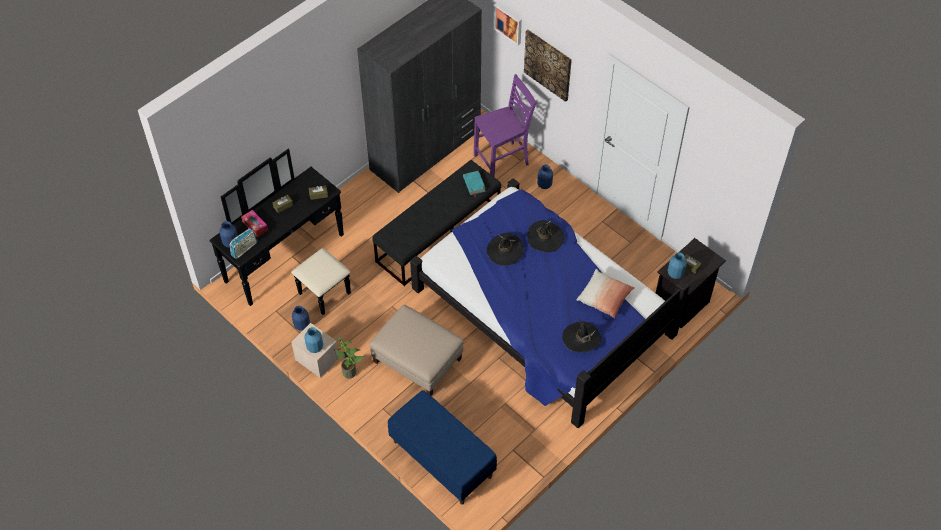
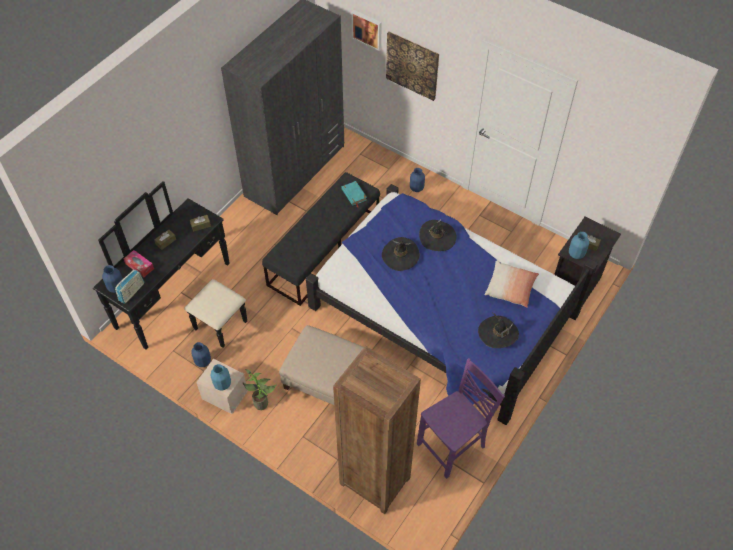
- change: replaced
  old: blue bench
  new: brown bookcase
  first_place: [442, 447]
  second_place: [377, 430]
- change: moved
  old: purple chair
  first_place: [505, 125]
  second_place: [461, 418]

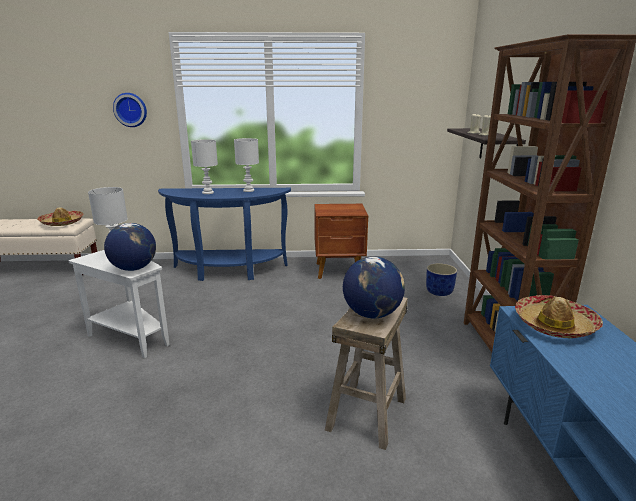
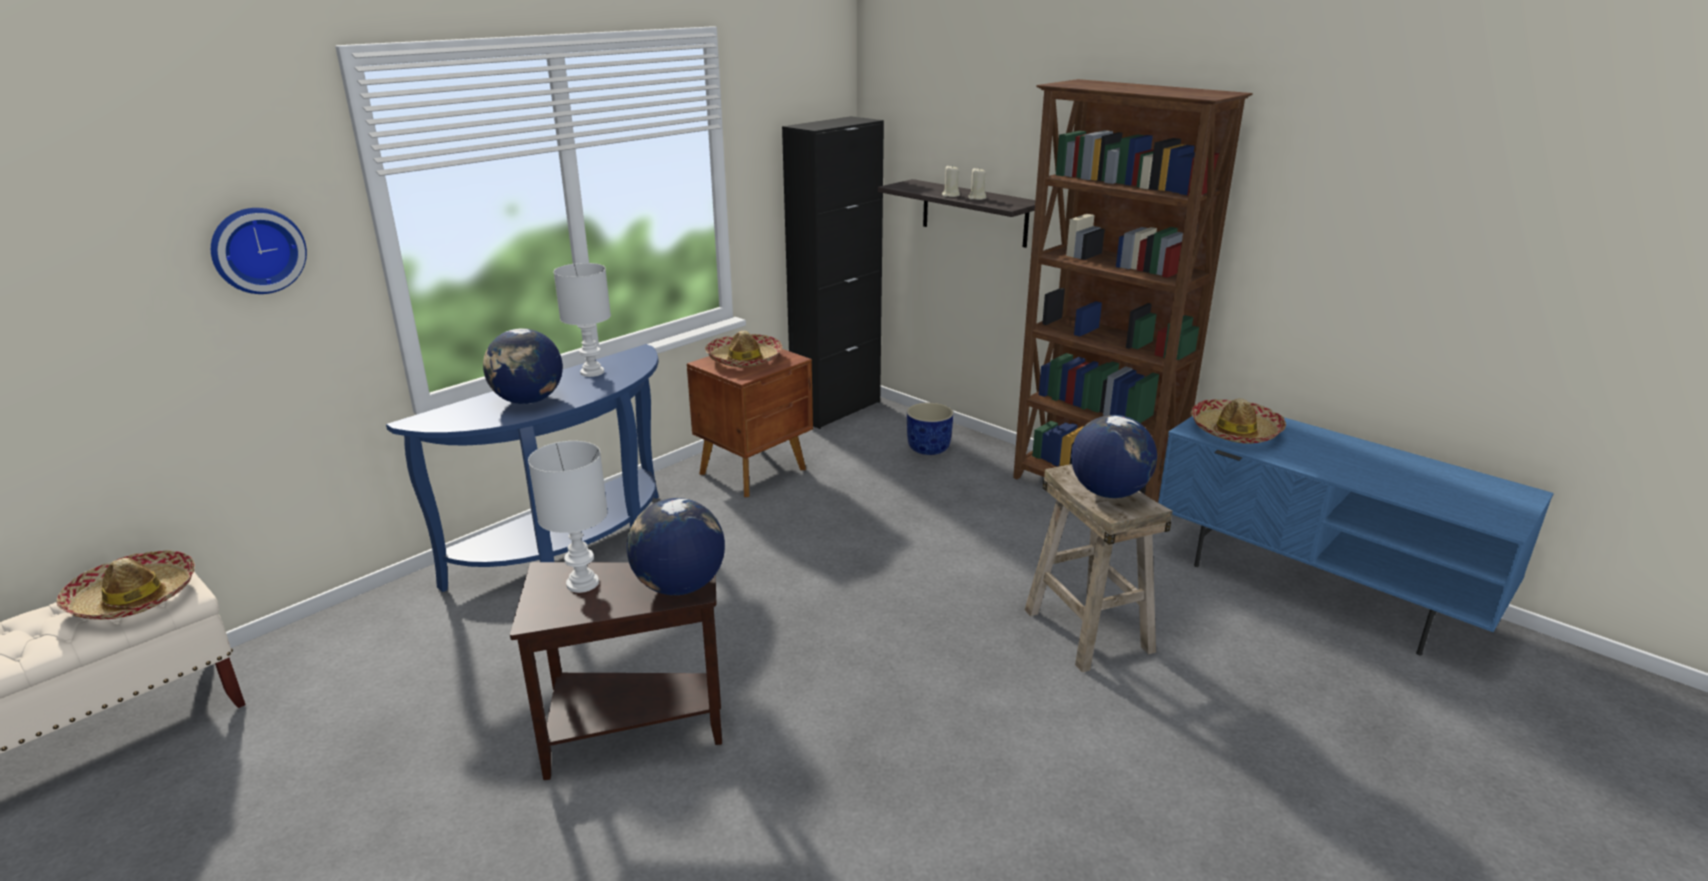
- change: recoloured
  old: white side table
  new: brown side table
  first_place: [119, 304]
  second_place: [616, 671]
- change: replaced
  old: white table lamp
  new: globe
  first_place: [204, 166]
  second_place: [523, 366]
- change: added
  new: hat
  second_place: [743, 349]
- change: added
  new: black cabinet
  second_place: [833, 272]

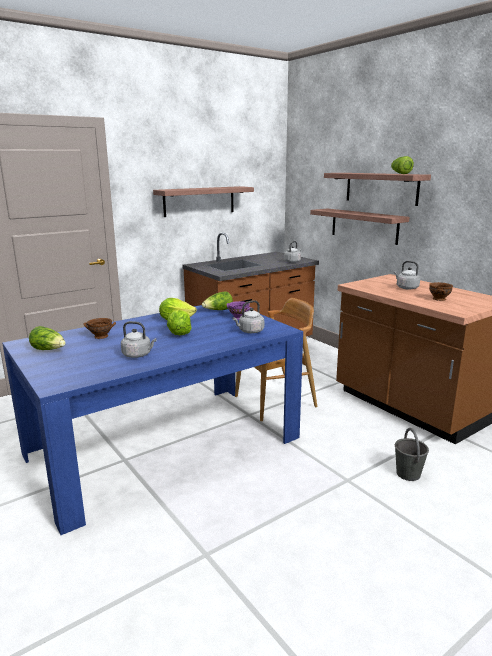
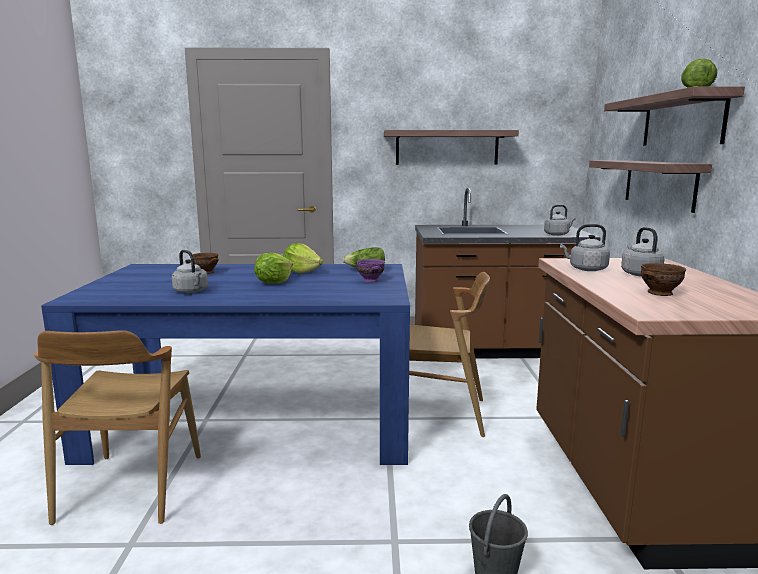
- change: removed
  old: lettuce
  first_place: [47, 338]
- change: moved
  old: grey kettle
  first_place: [248, 316]
  second_place: [585, 247]
- change: added
  new: brown chair
  second_place: [117, 427]

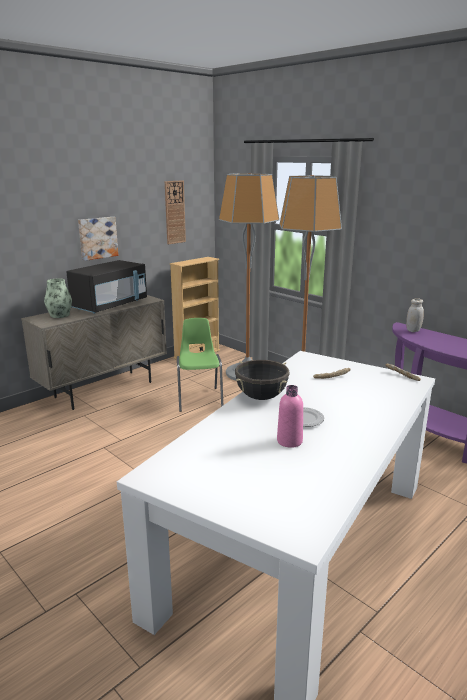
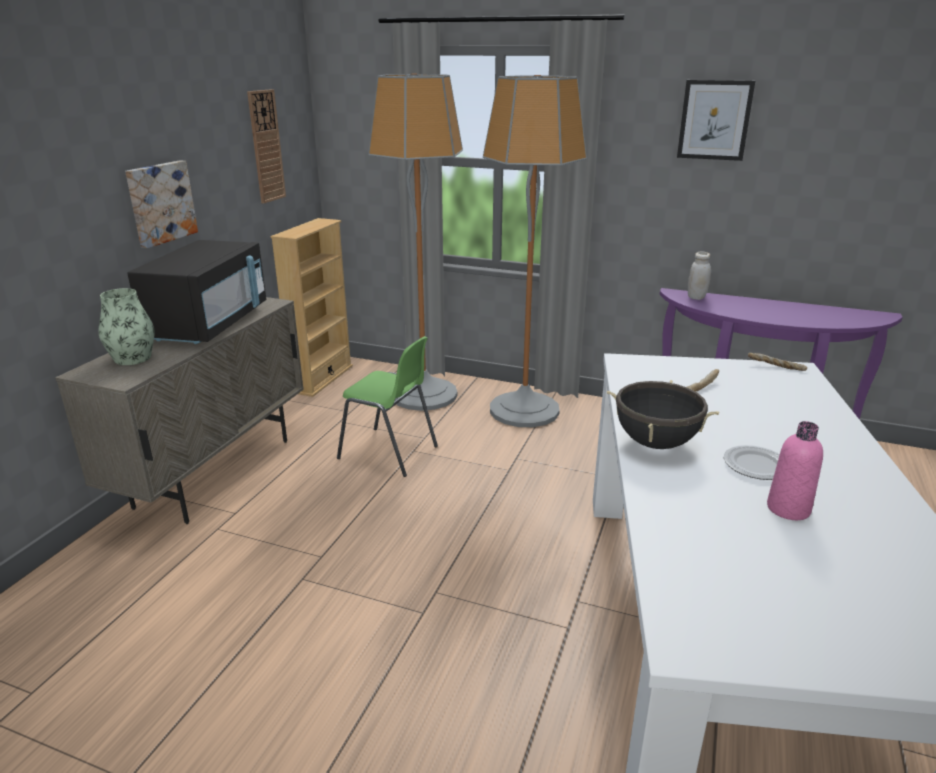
- change: turned
  old: green chair
  first_place: [200, 365]
  second_place: [387, 406]
  degrees: 150
- change: added
  new: picture
  second_place: [716, 120]

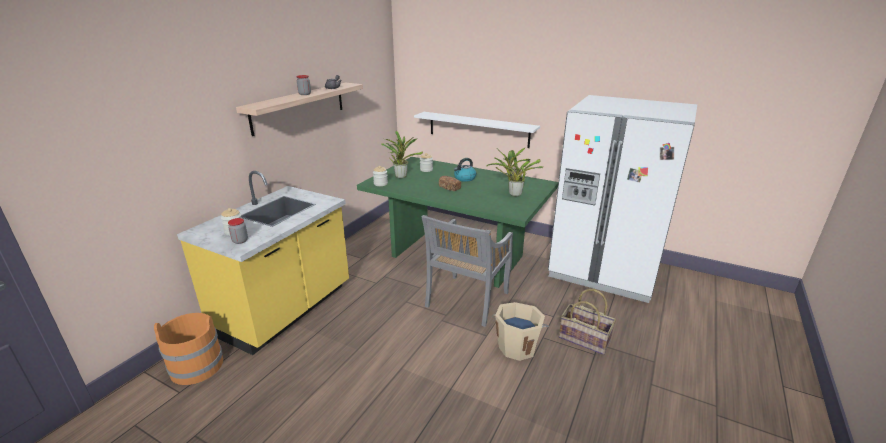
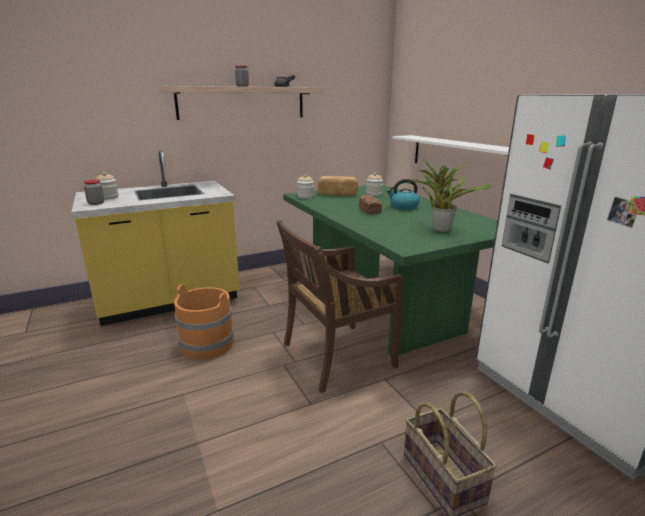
- change: moved
  old: orange bucket
  first_place: [188, 349]
  second_place: [204, 322]
- change: replaced
  old: potted plant
  new: bread
  first_place: [402, 154]
  second_place: [337, 186]
- change: recoloured
  old: grey chair
  new: brown chair
  first_place: [467, 271]
  second_place: [339, 306]
- change: removed
  old: beige bucket
  first_place: [520, 331]

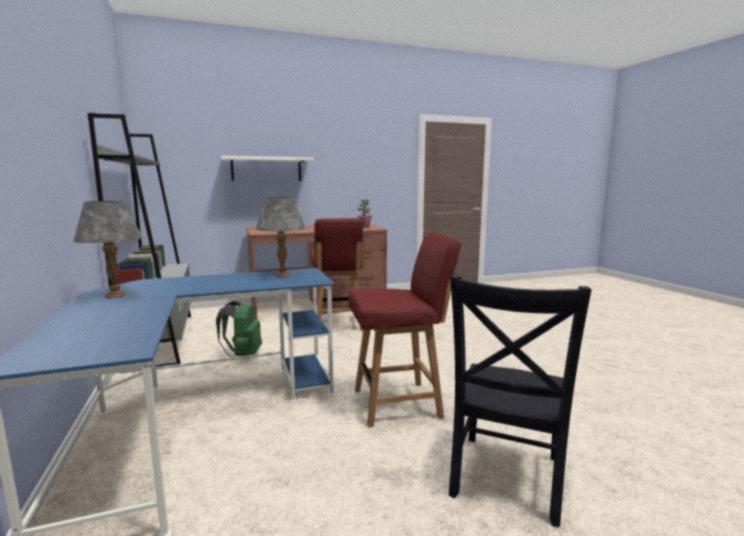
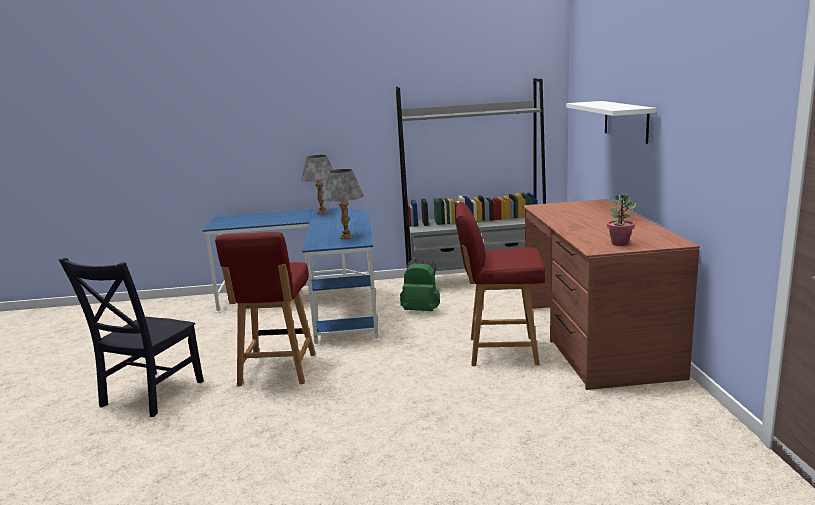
- change: turned
  old: black chair
  first_place: [520, 401]
  second_place: [131, 337]
  degrees: -105

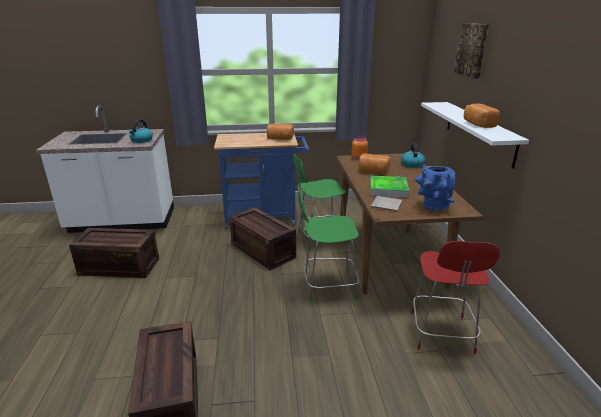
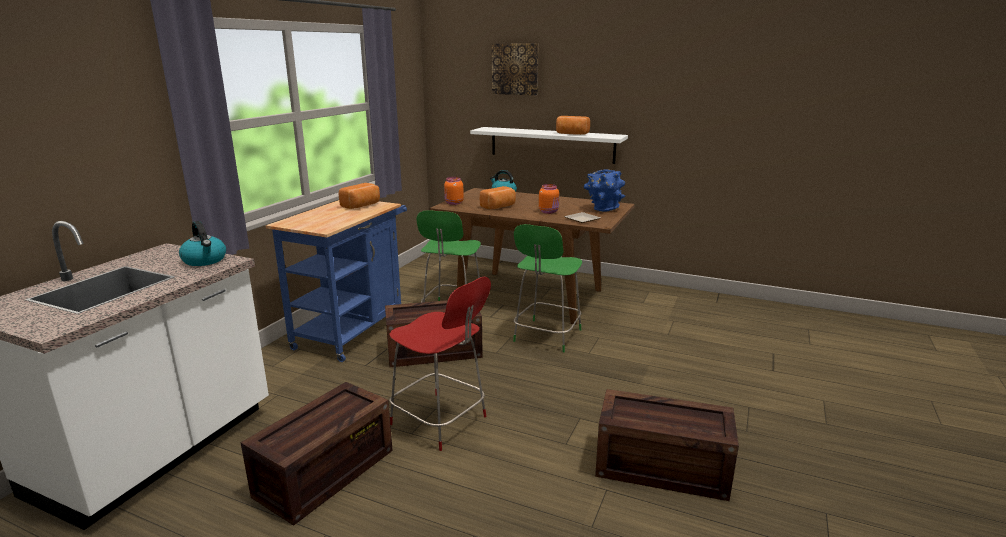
- change: replaced
  old: tray
  new: orange jar
  first_place: [389, 186]
  second_place: [549, 199]
- change: moved
  old: red chair
  first_place: [455, 297]
  second_place: [440, 364]

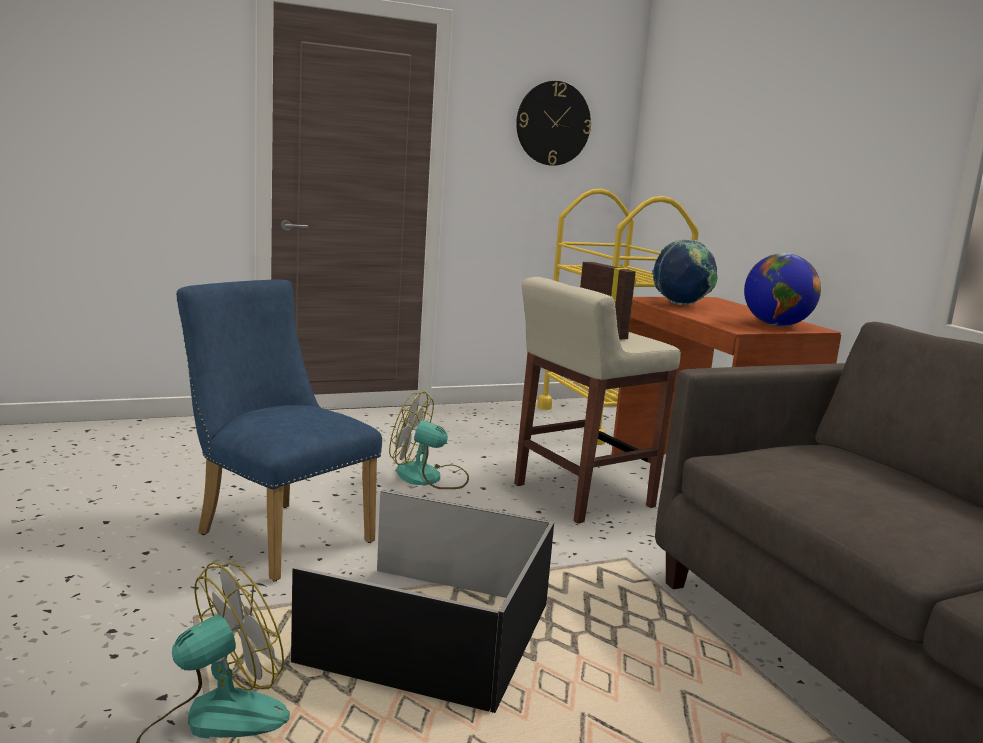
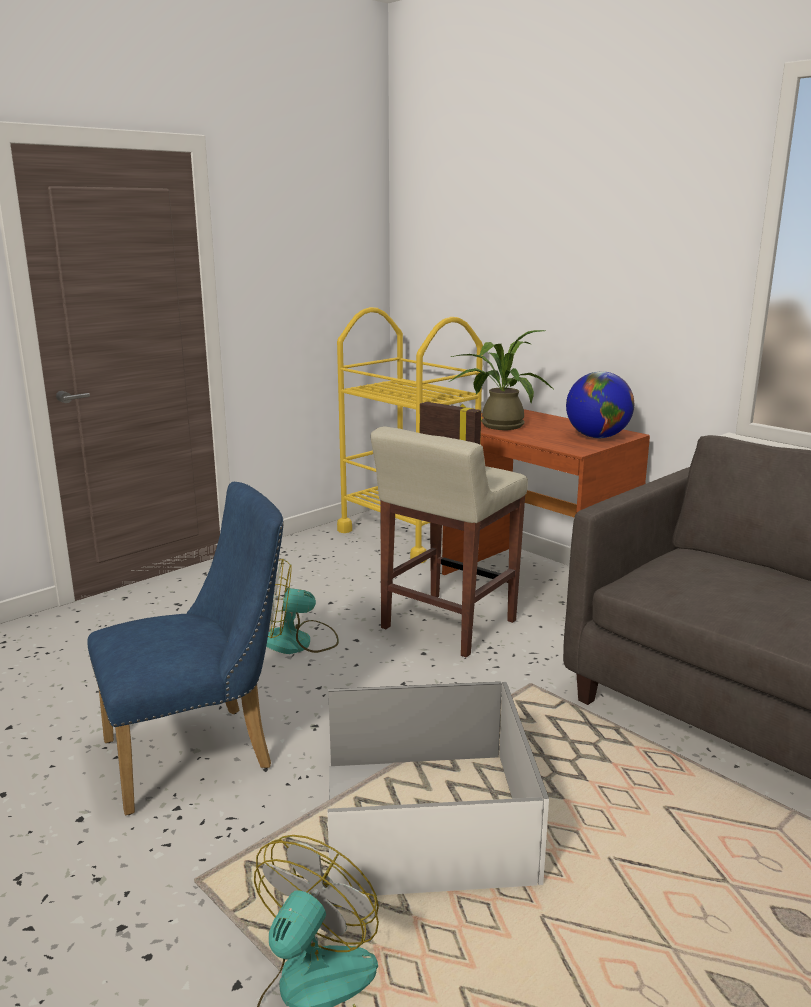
- change: turned
  old: blue chair
  first_place: [279, 430]
  second_place: [185, 648]
  degrees: 135
- change: recoloured
  old: black storage box
  new: white storage box
  first_place: [422, 601]
  second_place: [438, 789]
- change: removed
  old: wall clock
  first_place: [553, 123]
- change: replaced
  old: globe
  new: potted plant
  first_place: [685, 272]
  second_place: [502, 380]

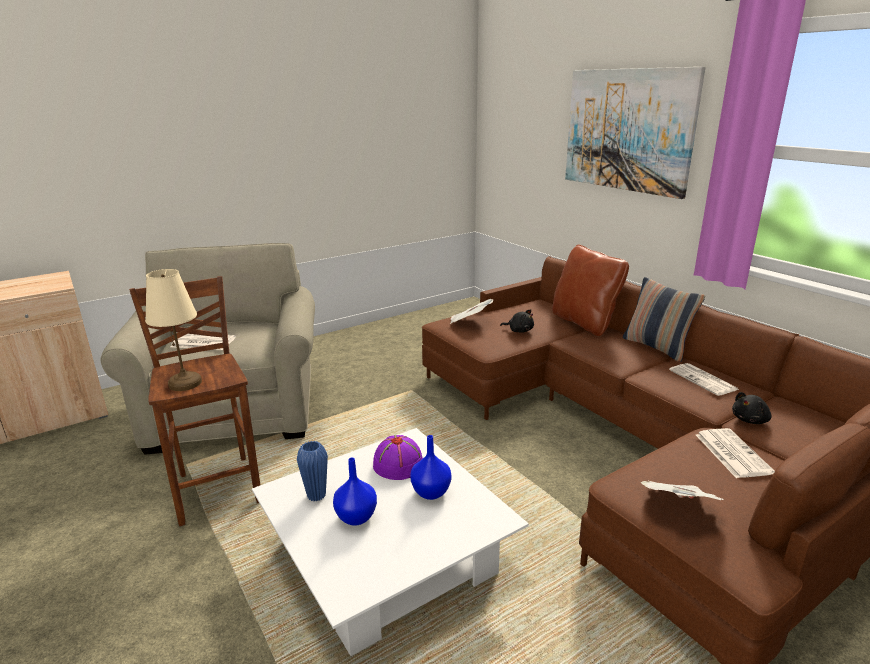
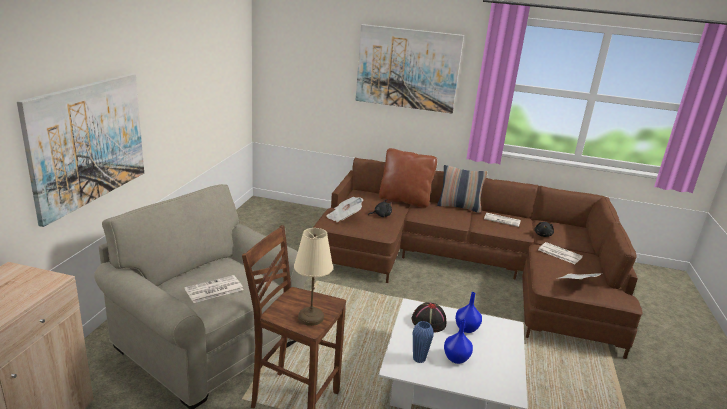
- change: recoloured
  old: purple hat
  new: black hat
  first_place: [398, 457]
  second_place: [429, 317]
- change: added
  new: picture
  second_place: [80, 150]

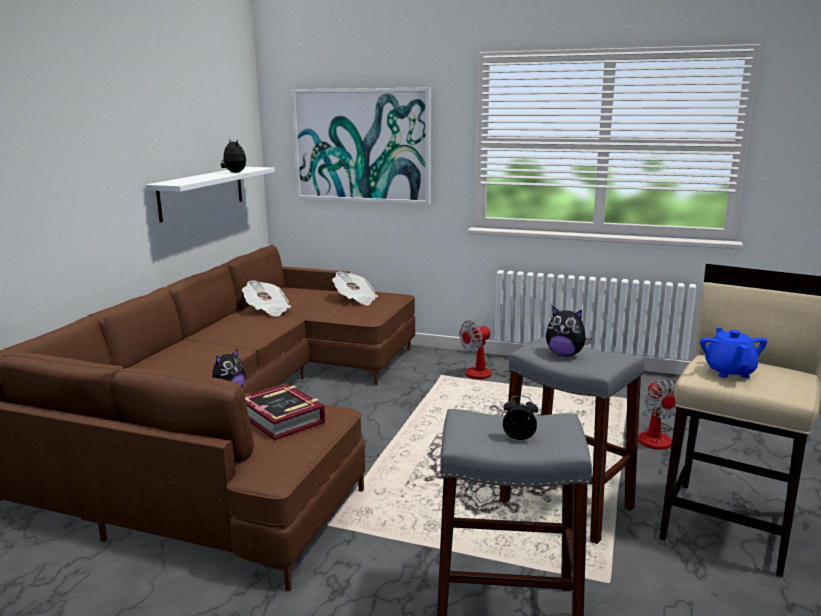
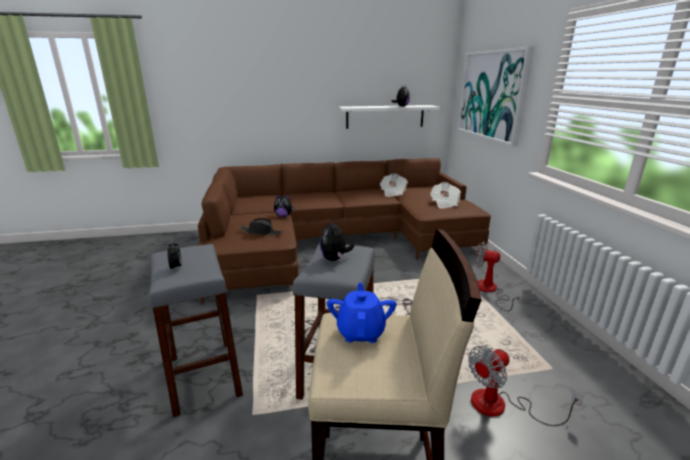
- change: replaced
  old: book
  new: black hat
  first_place: [285, 412]
  second_place: [261, 227]
- change: turned
  old: blue teapot
  first_place: [733, 353]
  second_place: [361, 313]
  degrees: -60

